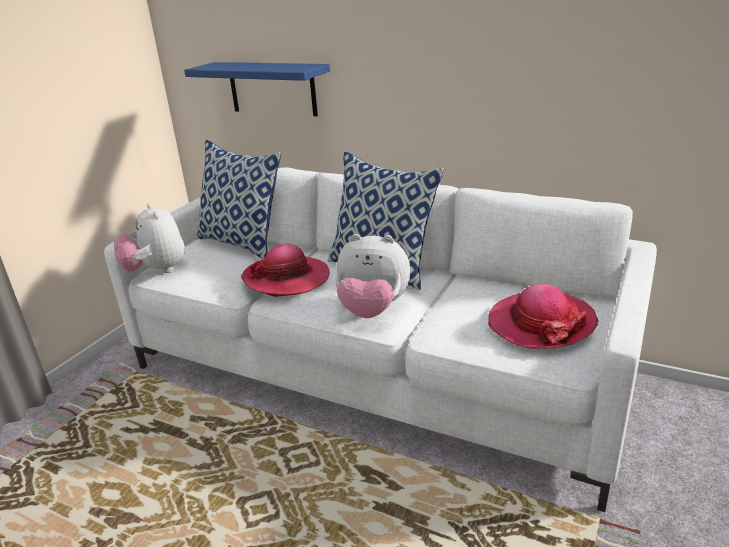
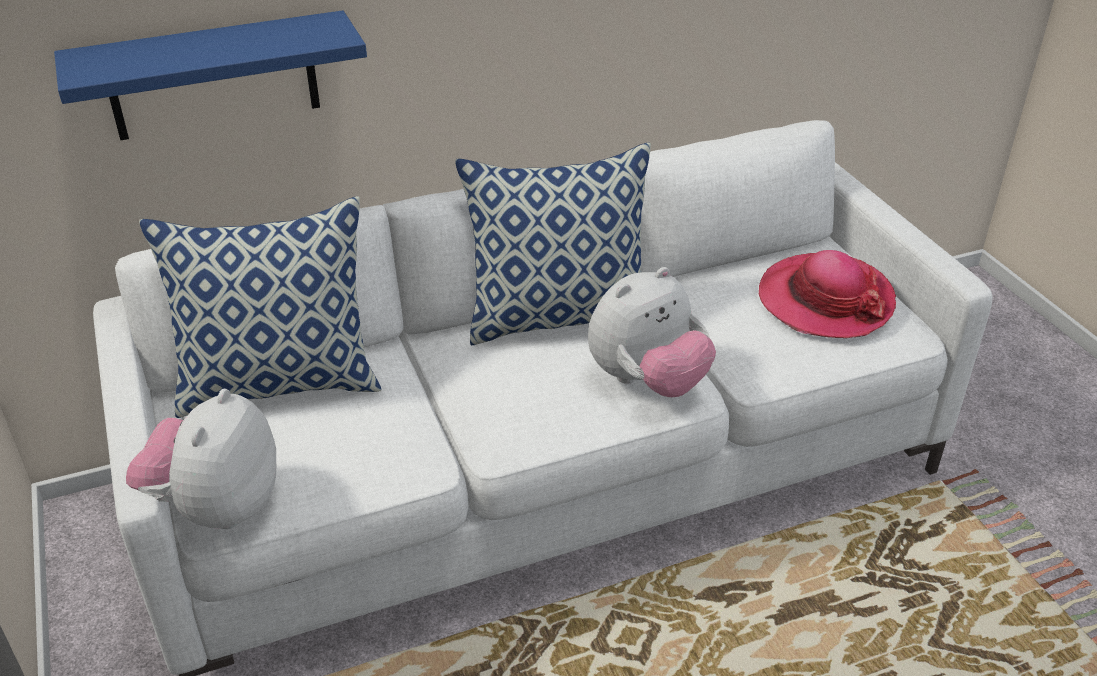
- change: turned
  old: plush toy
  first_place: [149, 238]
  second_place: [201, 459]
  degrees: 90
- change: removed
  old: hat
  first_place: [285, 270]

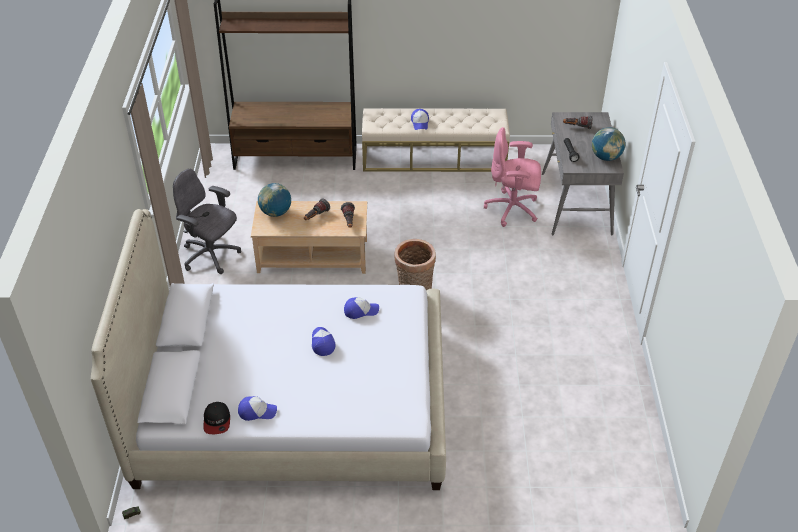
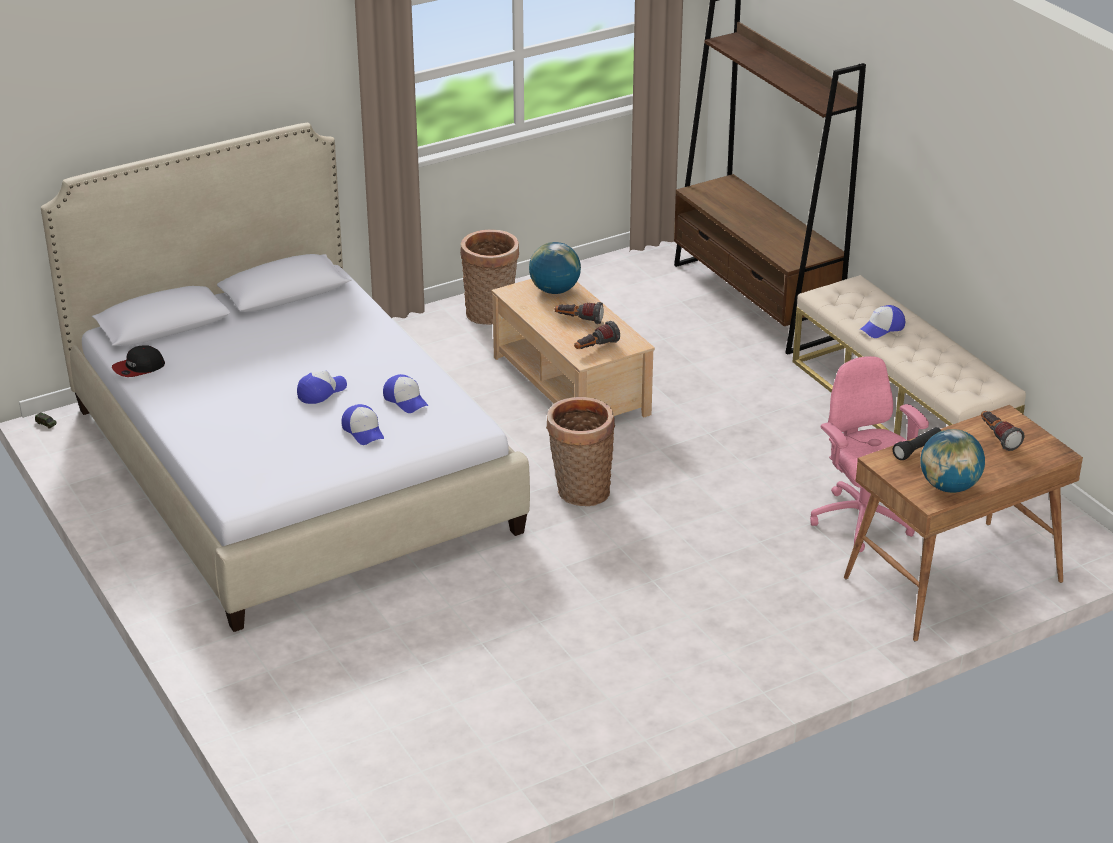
- change: replaced
  old: grey office chair
  new: basket
  first_place: [207, 221]
  second_place: [489, 277]
- change: moved
  old: cap
  first_place: [257, 408]
  second_place: [362, 424]
- change: recoloured
  old: grey desk
  new: brown desk
  first_place: [583, 173]
  second_place: [963, 523]

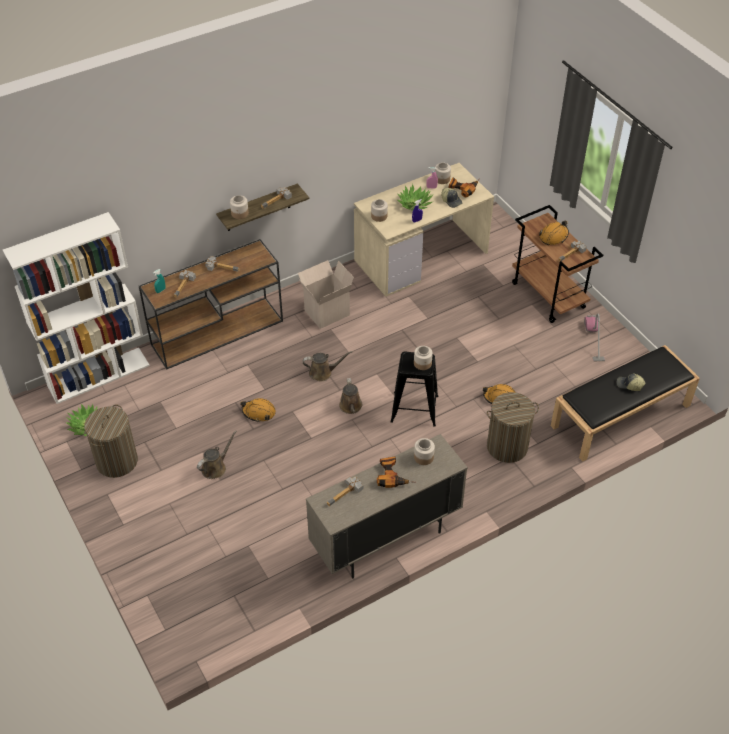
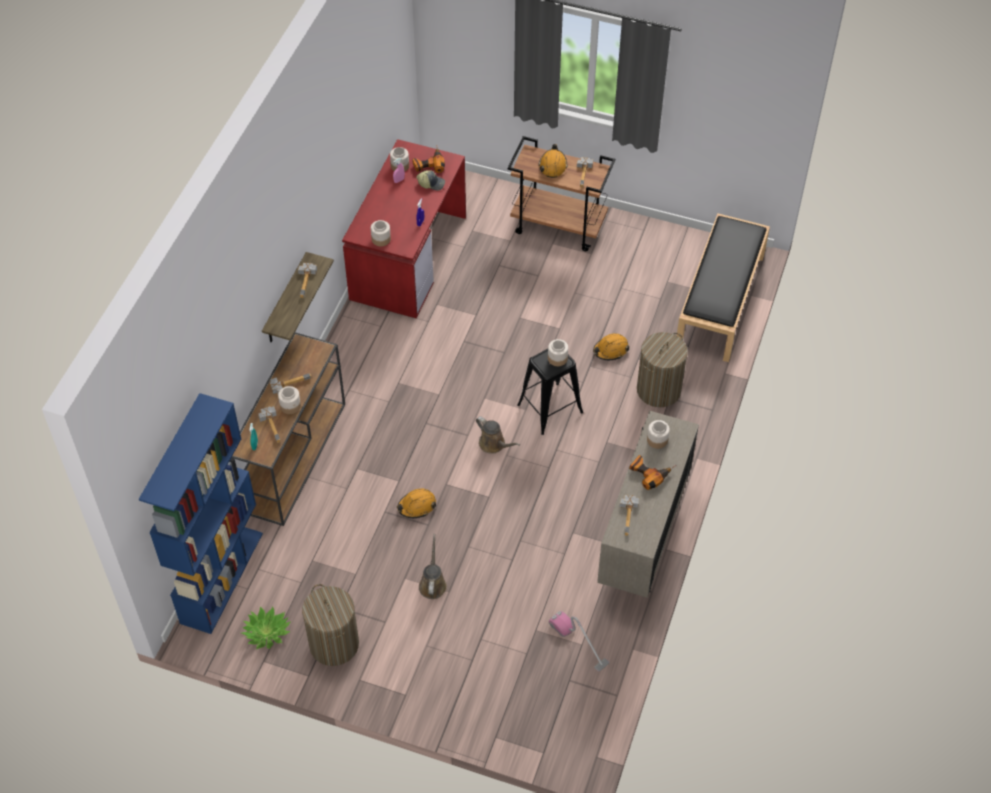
- change: recoloured
  old: white bookcase
  new: blue bookcase
  first_place: [76, 308]
  second_place: [201, 513]
- change: moved
  old: jar
  first_place: [239, 207]
  second_place: [289, 400]
- change: removed
  old: cardboard box
  first_place: [326, 294]
- change: removed
  old: brown watering can
  first_place: [327, 366]
- change: recoloured
  old: beige desk
  new: red desk
  first_place: [424, 230]
  second_place: [404, 228]
- change: removed
  old: potted plant
  first_place: [415, 197]
- change: moved
  old: vacuum cleaner
  first_place: [594, 337]
  second_place: [579, 641]
- change: removed
  old: cap
  first_place: [631, 382]

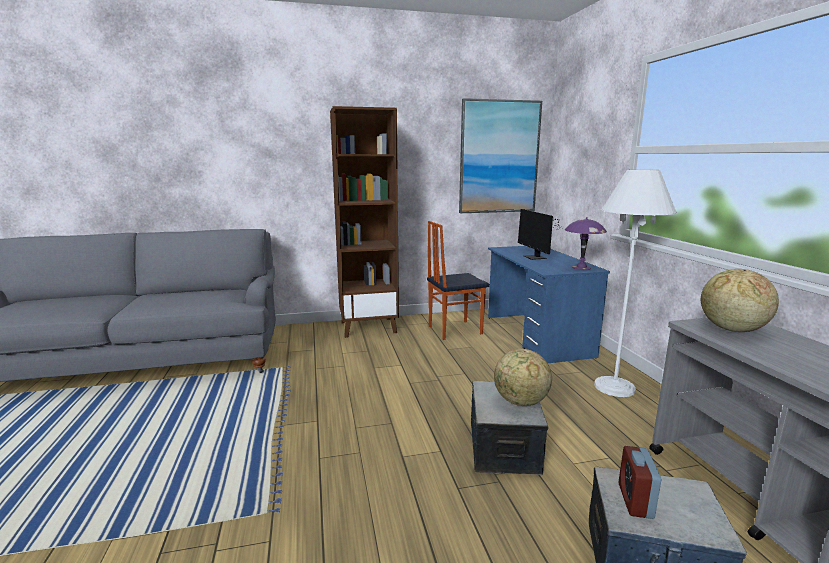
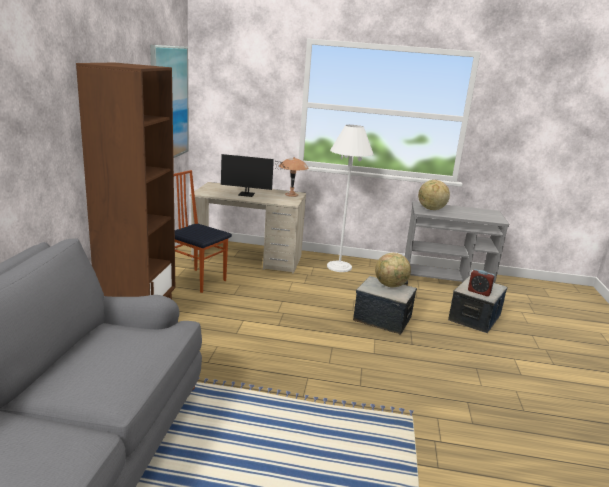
- change: turned
  old: chair
  first_place: [458, 280]
  second_place: [203, 231]
  degrees: 120
- change: recoloured
  old: blue desk
  new: beige desk
  first_place: [549, 304]
  second_place: [248, 228]
- change: recoloured
  old: purple table lamp
  new: brown table lamp
  first_place: [586, 243]
  second_place: [293, 177]

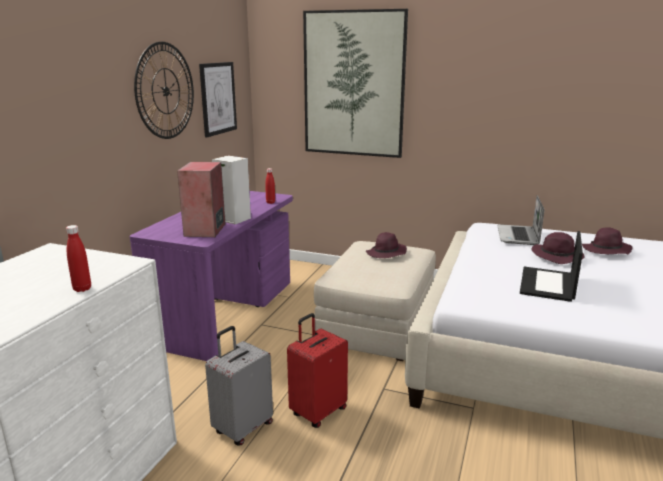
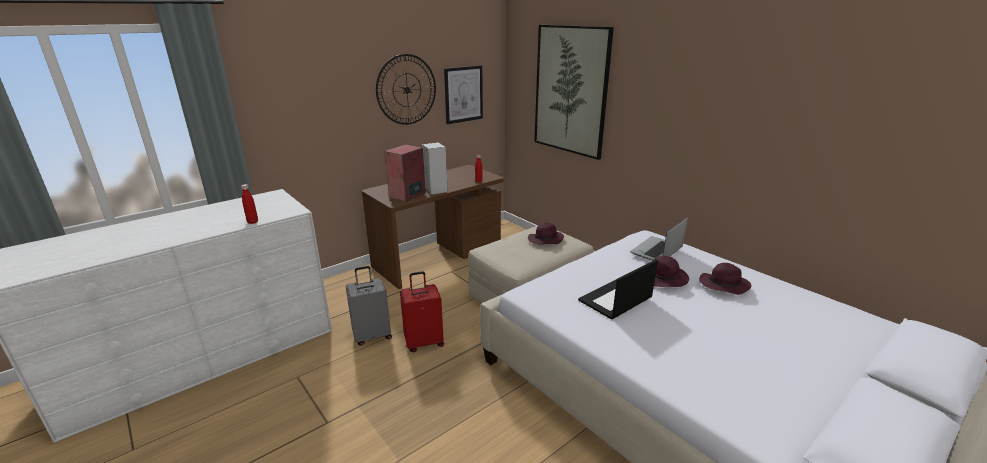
- change: recoloured
  old: purple desk
  new: brown desk
  first_place: [211, 276]
  second_place: [433, 227]

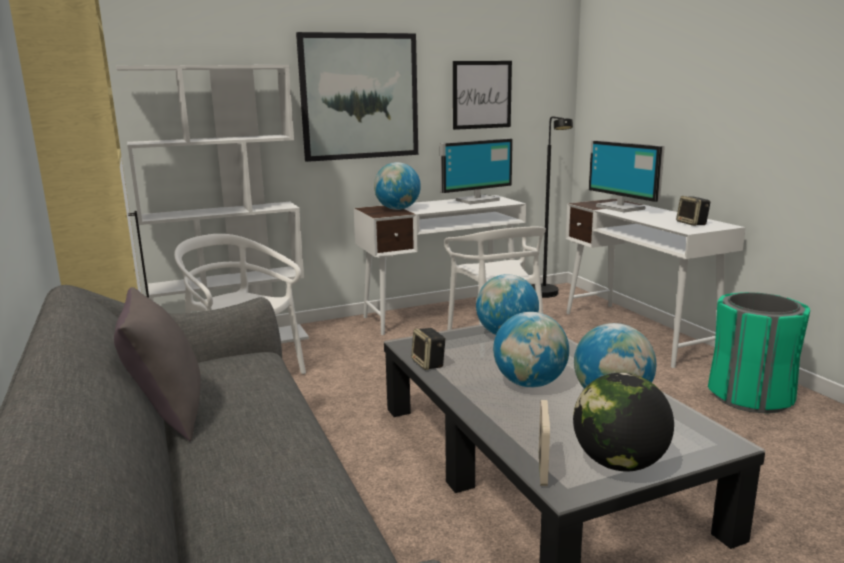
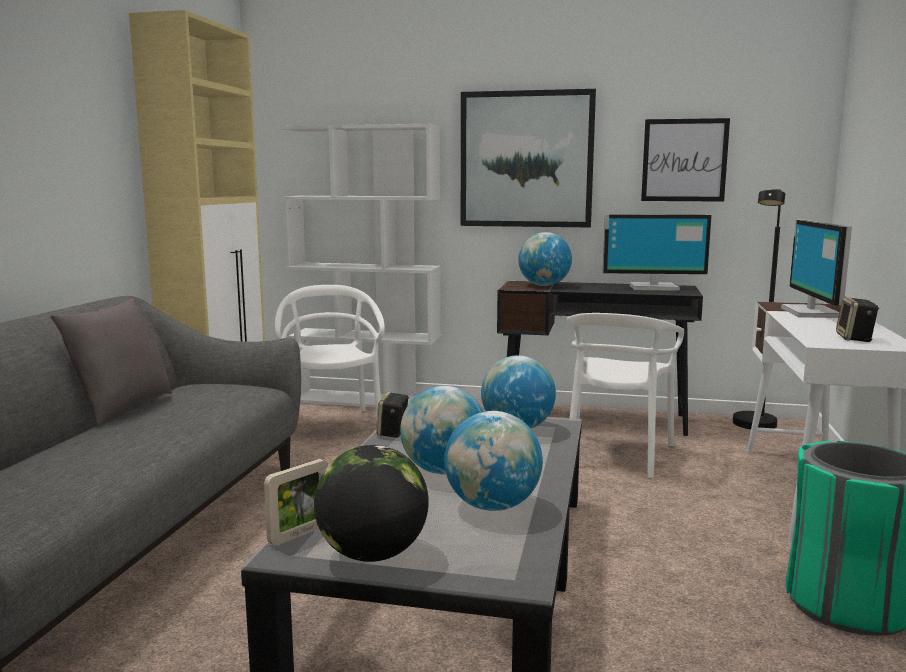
- change: recoloured
  old: white desk
  new: black desk
  first_place: [440, 265]
  second_place: [600, 358]

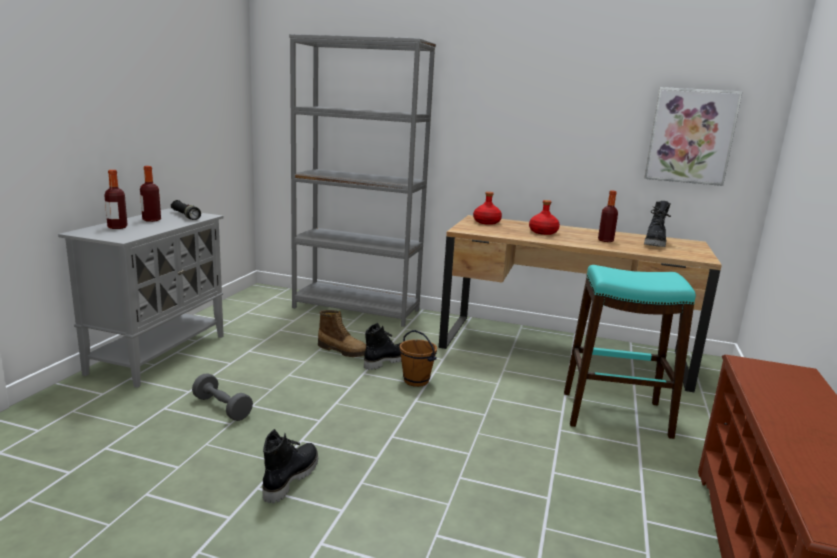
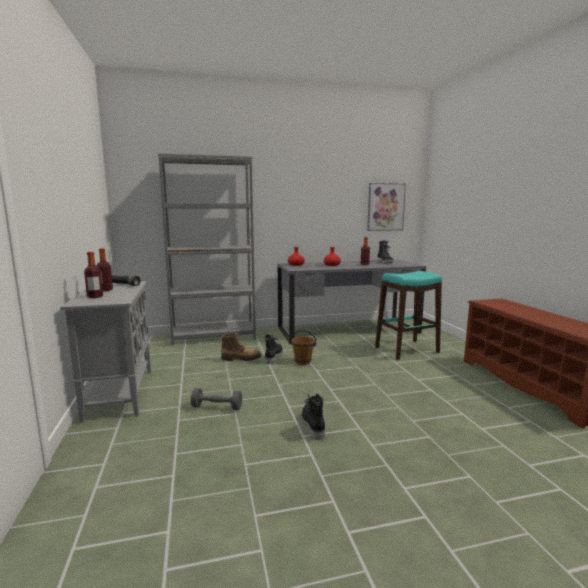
- change: recoloured
  old: brown desk
  new: grey desk
  first_place: [580, 303]
  second_place: [351, 301]

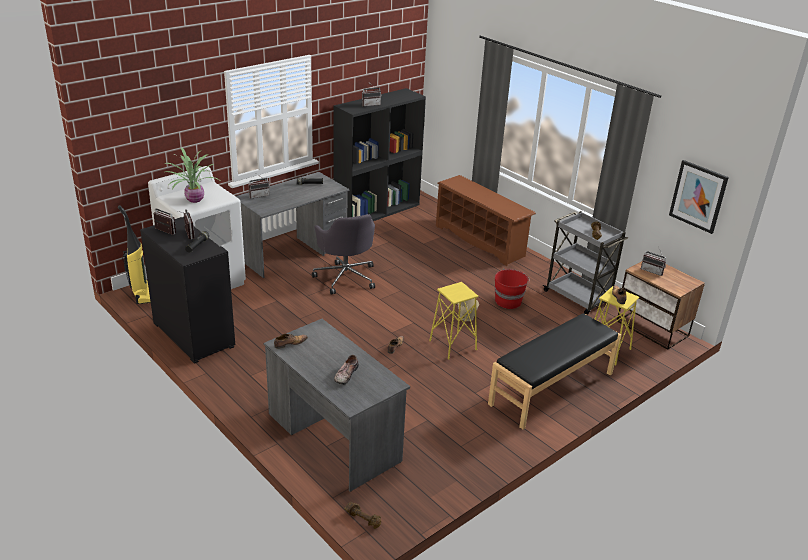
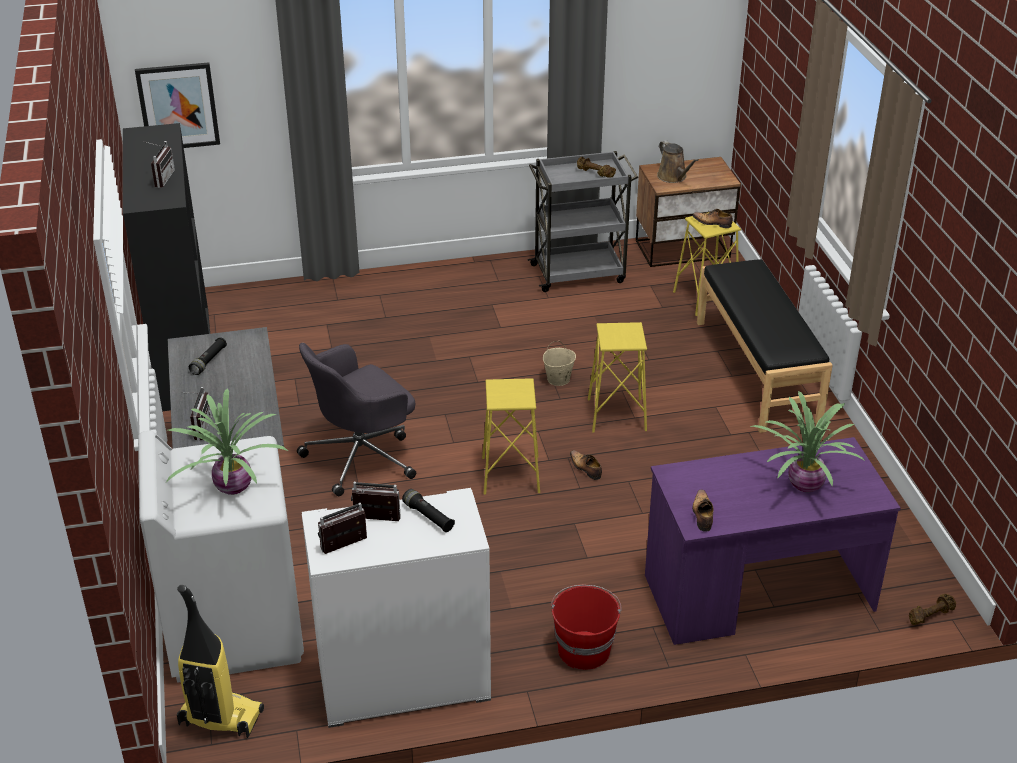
- change: recoloured
  old: black cabinet
  new: white cabinet
  first_place: [187, 290]
  second_place: [396, 608]
- change: recoloured
  old: grey desk
  new: purple desk
  first_place: [336, 405]
  second_place: [773, 541]
- change: turned
  old: grey office chair
  first_place: [343, 254]
  second_place: [356, 419]
  degrees: 135
- change: replaced
  old: shoe
  new: potted plant
  first_place: [346, 370]
  second_place: [808, 441]
- change: removed
  old: brown shoe rack
  first_place: [486, 220]
- change: moved
  old: red bucket
  first_place: [512, 289]
  second_place: [586, 627]
- change: replaced
  old: radio
  new: brown watering can
  first_place: [653, 260]
  second_place: [678, 161]
- change: moved
  old: picture
  first_place: [699, 197]
  second_place: [177, 105]
- change: added
  new: yellow stool
  second_place: [511, 436]

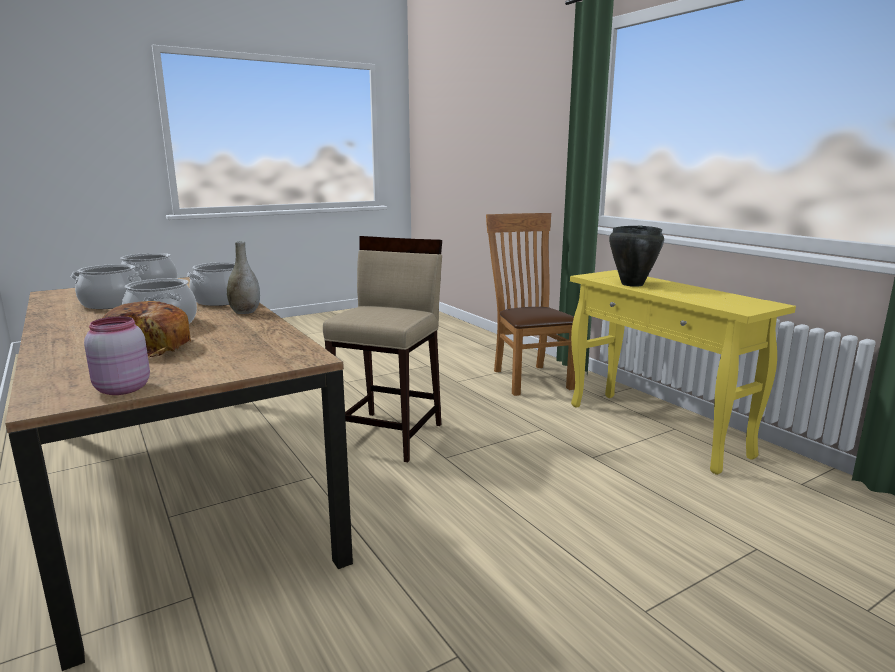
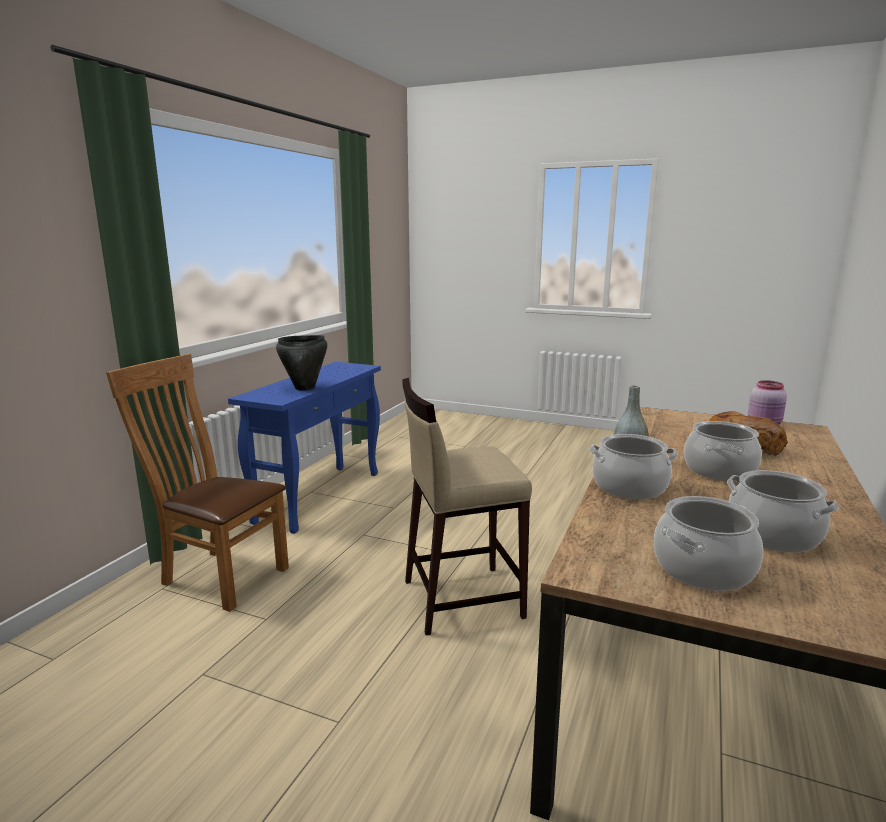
- change: turned
  old: brown chair
  first_place: [530, 304]
  second_place: [197, 483]
  degrees: 75
- change: recoloured
  old: yellow console table
  new: blue console table
  first_place: [683, 372]
  second_place: [304, 448]

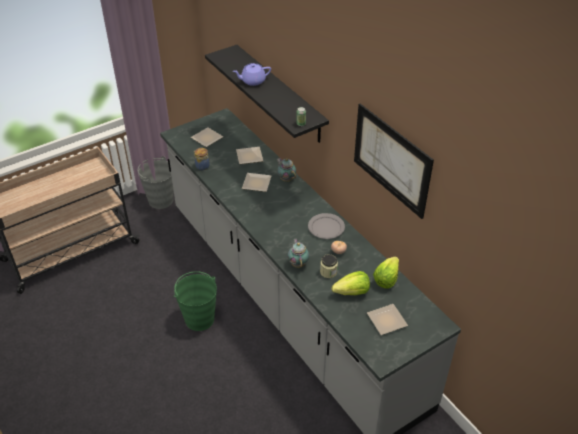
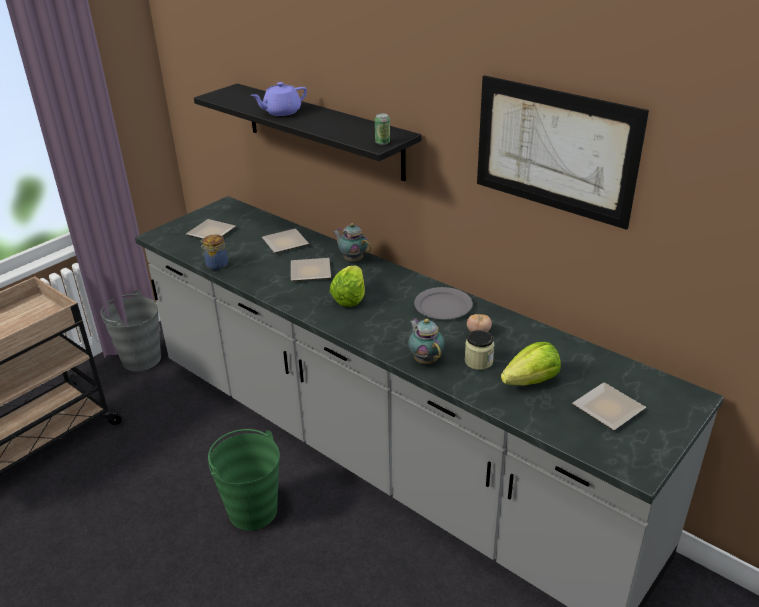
- change: moved
  old: lettuce
  first_place: [386, 273]
  second_place: [347, 286]

